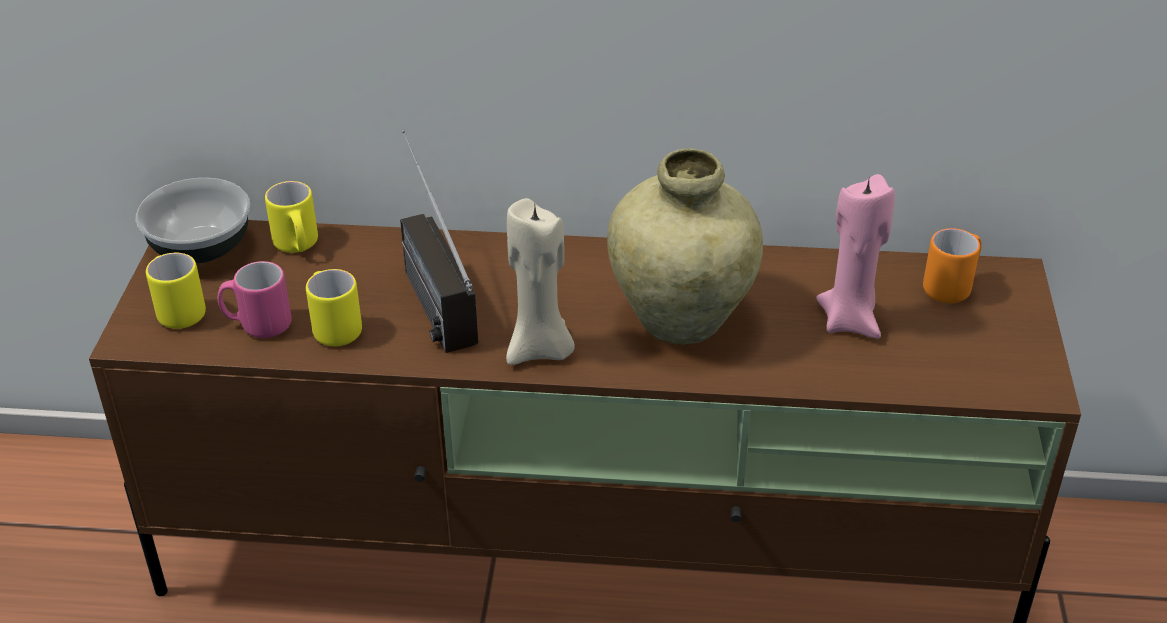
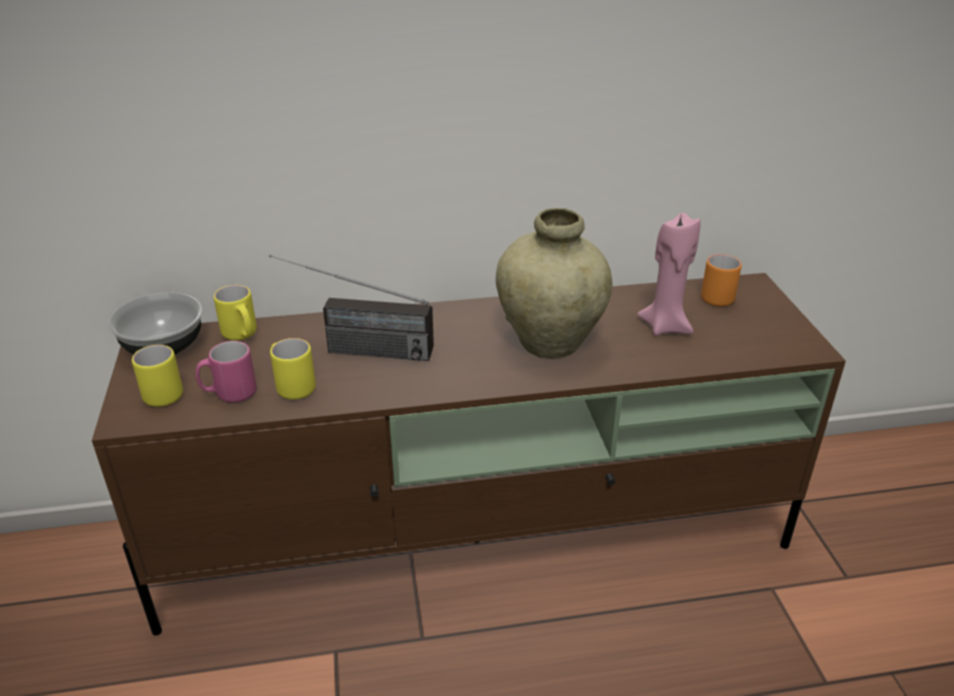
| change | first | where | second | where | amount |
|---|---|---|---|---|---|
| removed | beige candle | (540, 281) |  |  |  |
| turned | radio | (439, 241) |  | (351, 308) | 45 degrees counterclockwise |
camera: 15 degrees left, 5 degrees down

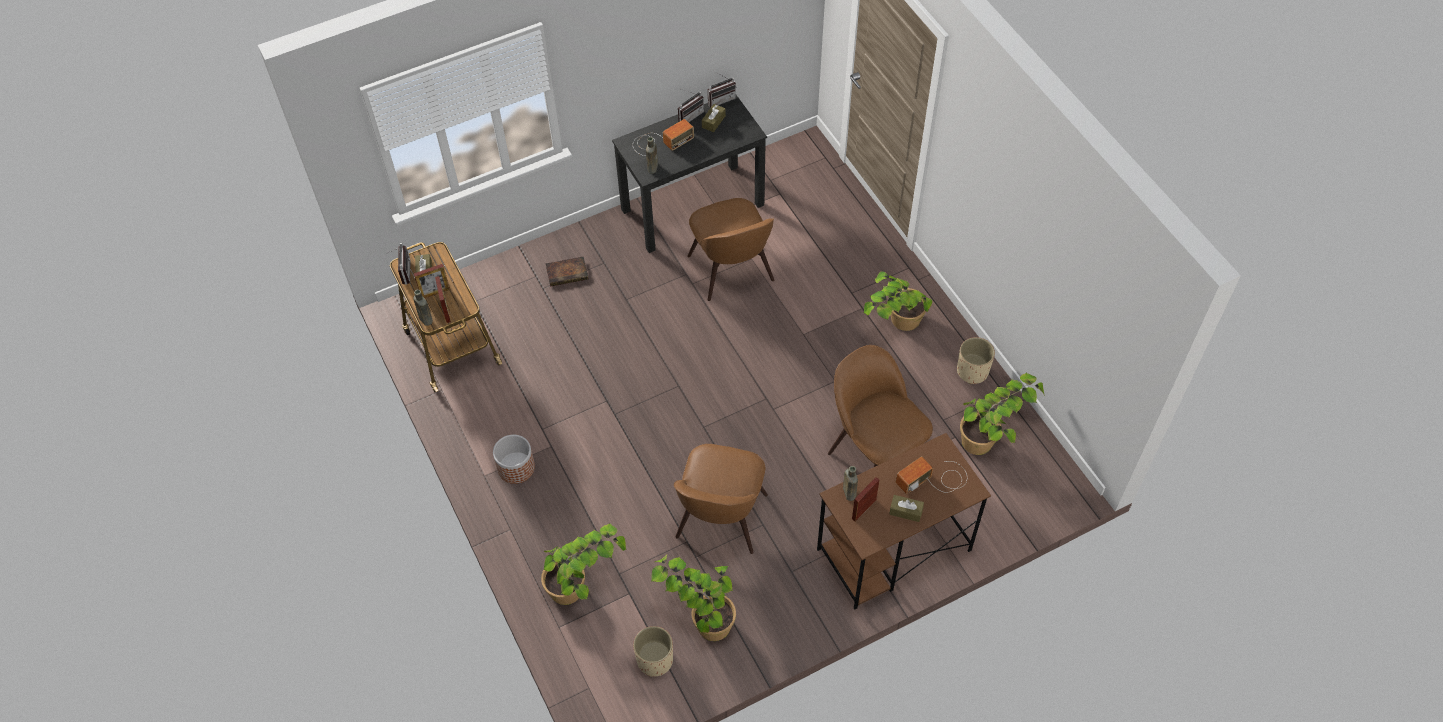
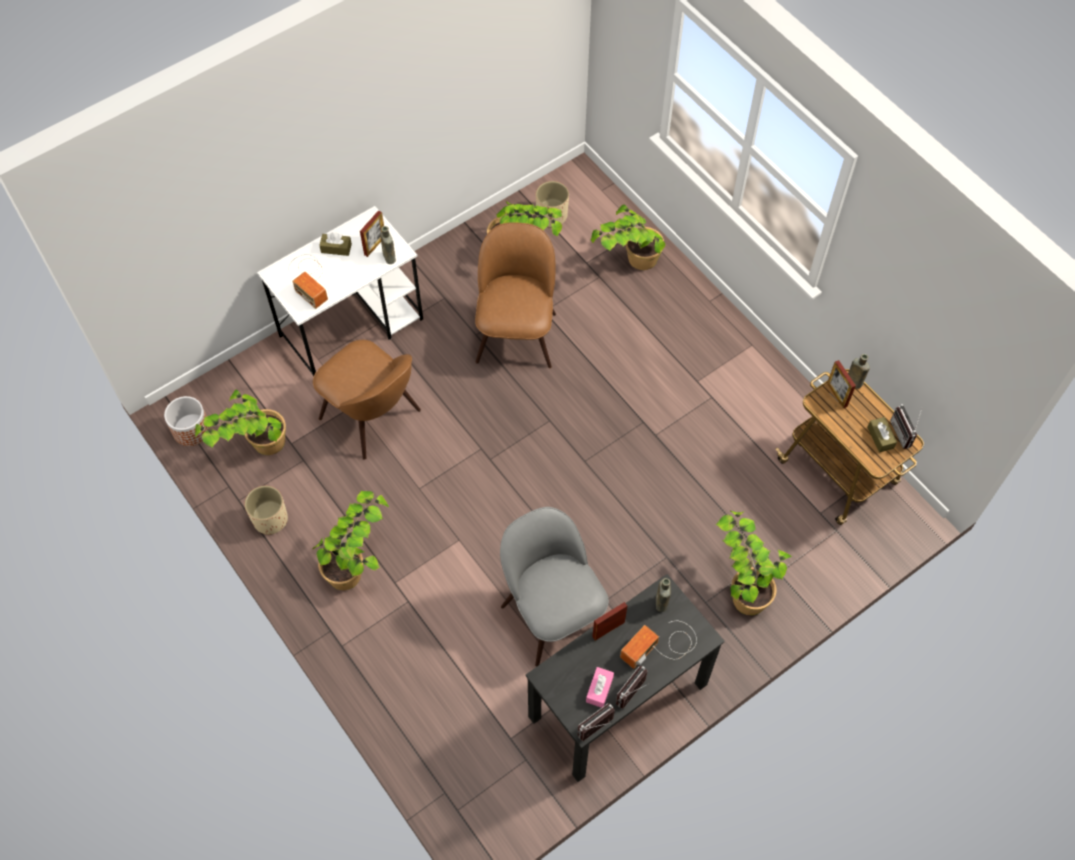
| change | first | where | second | where | amount |
|---|---|---|---|---|---|
| moved | picture frame | (432, 281) |  | (609, 621) |  |
| moved | planter | (514, 459) |  | (187, 421) |  |
| replaced | book | (567, 271) | potted plant | (754, 563) |  |
| recoloured | brown chair | (730, 249) | grey chair | (554, 587) |  |
| recoloured | brown tissue box | (714, 118) | pink tissue box | (600, 687) |  |
| recoloured | brown desk | (904, 521) | white desk | (340, 291) |  |
| turned | radio | (931, 475) |  | (308, 281) | 90 degrees clockwise |
camera: 170 degrees right, 5 degrees up

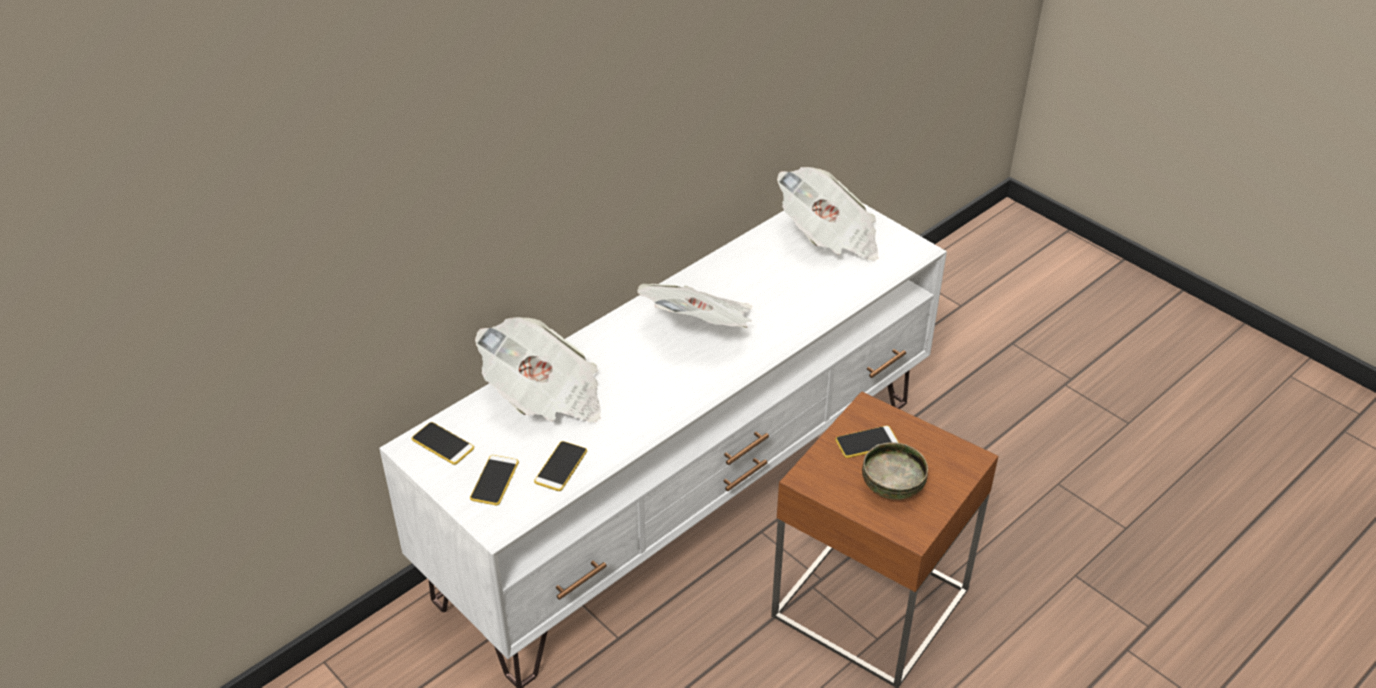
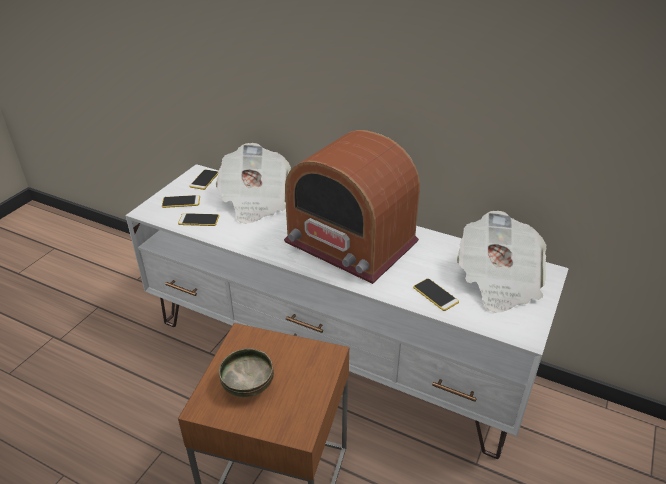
| change | first | where | second | where | amount |
|---|---|---|---|---|---|
| moved | phone | (867, 441) |  | (436, 294) |  |
| replaced | newspaper | (694, 306) | radio | (352, 207) |  |
camera: 70 degrees right, 5 degrees down

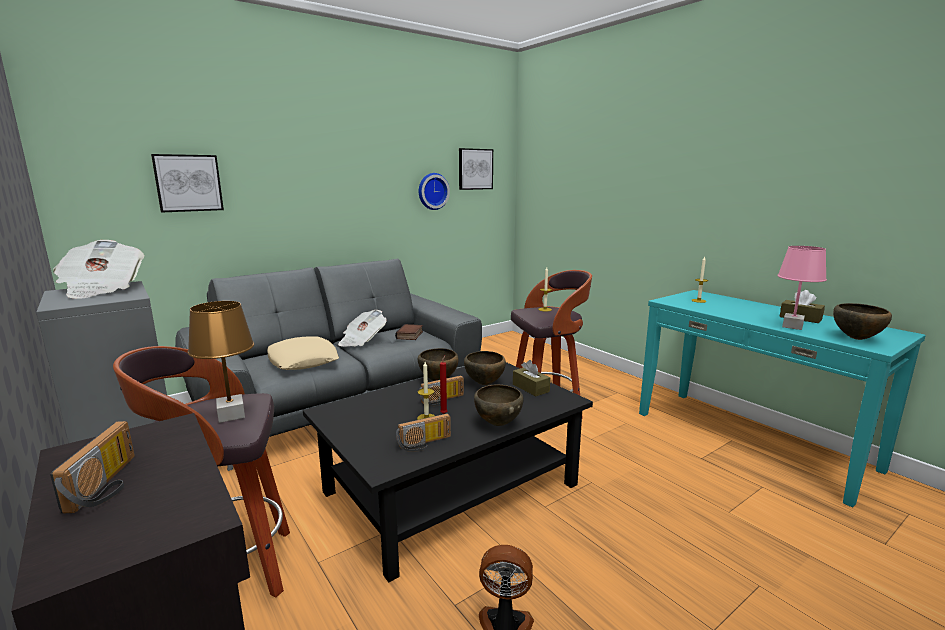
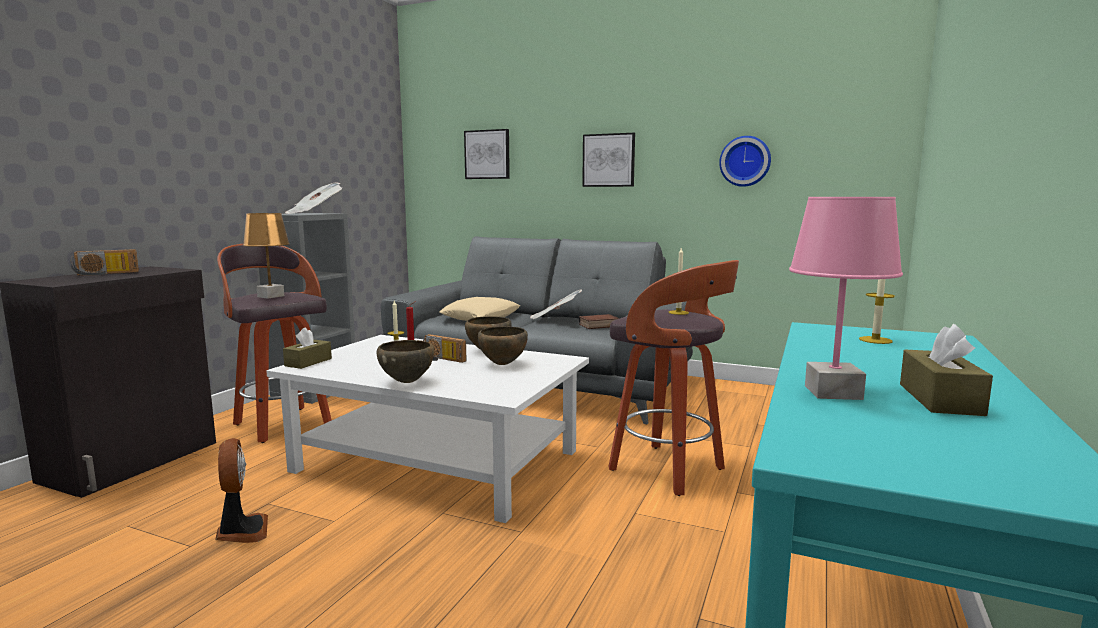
| change | first | where | second | where | amount |
|---|---|---|---|---|---|
| removed | radio | (423, 432) |  |  |  |
| removed | brown bowl | (862, 321) |  |  |  |
| moved | picture | (476, 169) |  | (608, 160) |  |
| moved | brown tissue box | (531, 378) |  | (307, 348) |  |
| recoloured | black coffee table | (448, 472) | white coffee table | (427, 429) |  |
camera: 60 degrees right, 5 degrees down

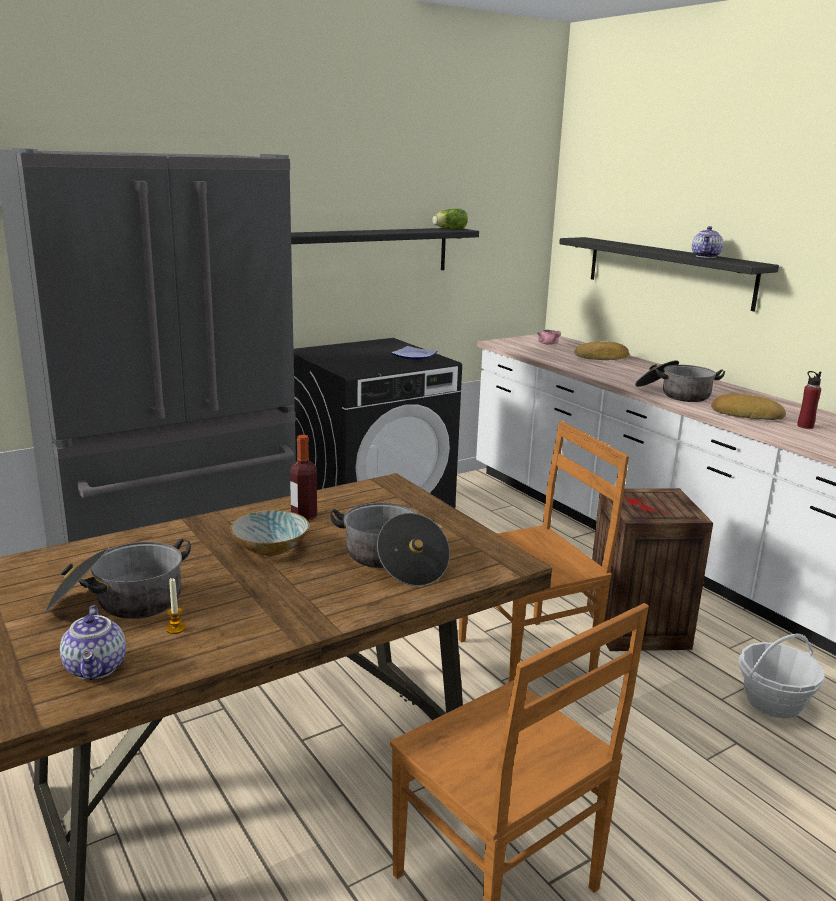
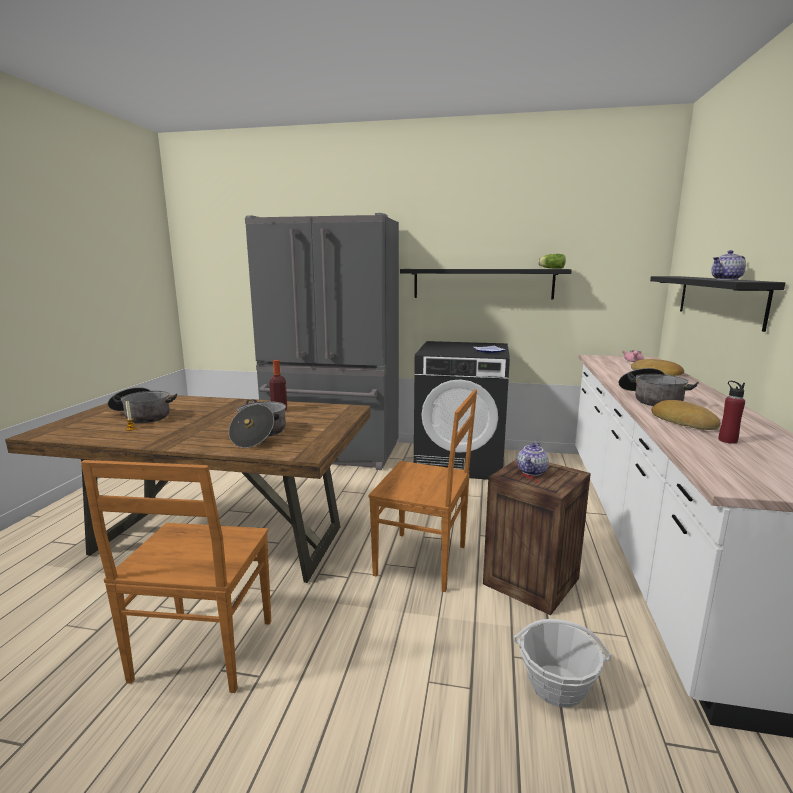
| change | first | where | second | where | amount |
|---|---|---|---|---|---|
| removed | bowl | (270, 533) |  |  |  |
| moved | teapot | (93, 642) |  | (533, 459) |  |
camera: 45 degrees right, 5 degrees down

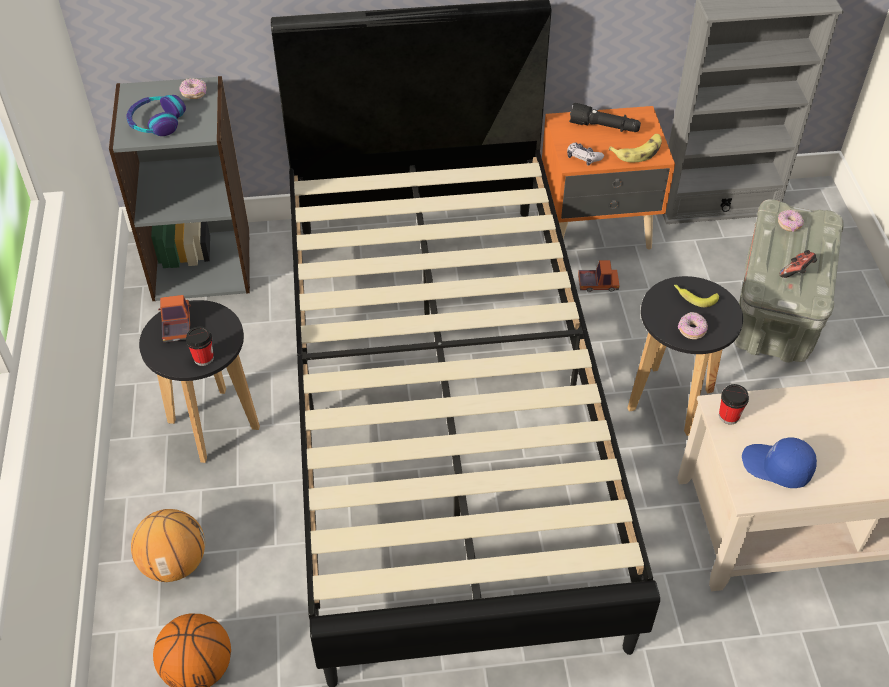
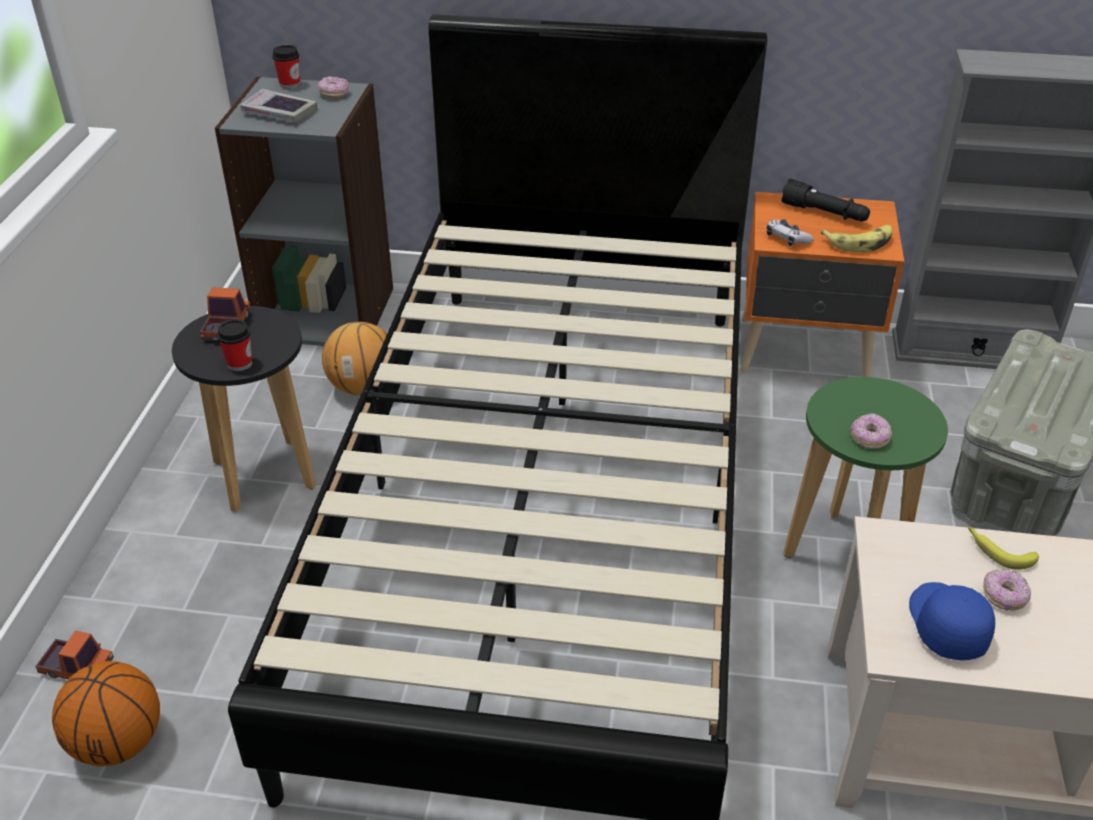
| change | first | where | second | where | amount |
|---|---|---|---|---|---|
| removed | game controller | (798, 264) |  |  |  |
| moved | basketball | (168, 545) |  | (354, 358) |  |
| moved | toy truck | (599, 276) |  | (74, 654) |  |
| moved | banana | (696, 296) |  | (1003, 548) |  |
| moved | cup | (734, 404) |  | (286, 67) |  |
| moved | donut | (791, 221) |  | (1007, 589) |  |
| replaced | headphones | (156, 115) | book | (278, 106) |  |
| recoloured | black stool | (685, 356) | green stool | (865, 467) |  |
| turned | blue cap | (779, 463) |  | (952, 621) | 45 degrees clockwise |
camera: 15 degrees right, 10 degrees down

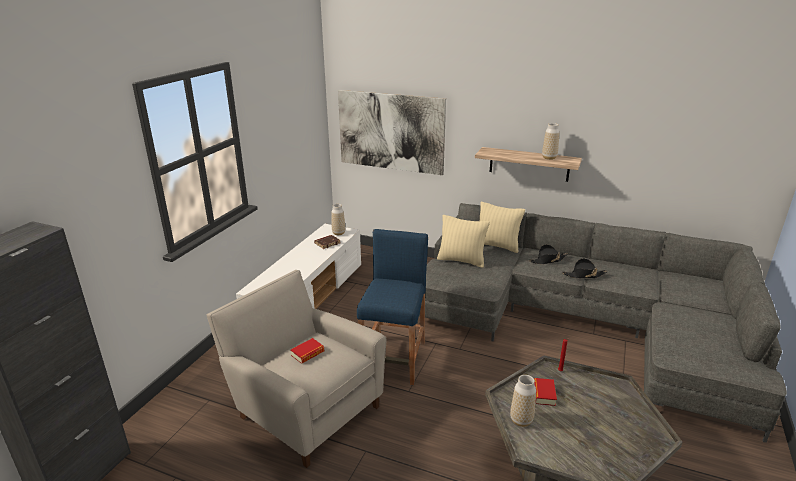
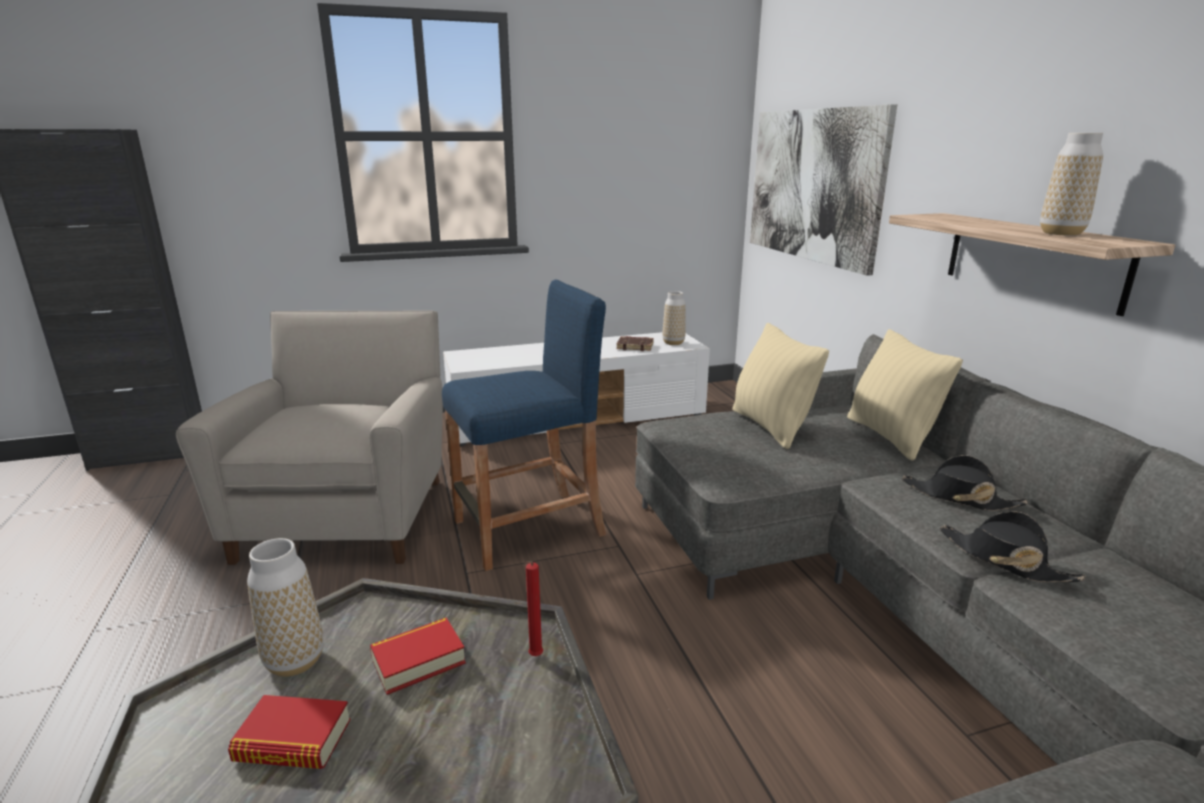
| change | first | where | second | where | amount |
|---|---|---|---|---|---|
| moved | book | (307, 351) |  | (289, 732) |  |
camera: 50 degrees right, 5 degrees down

